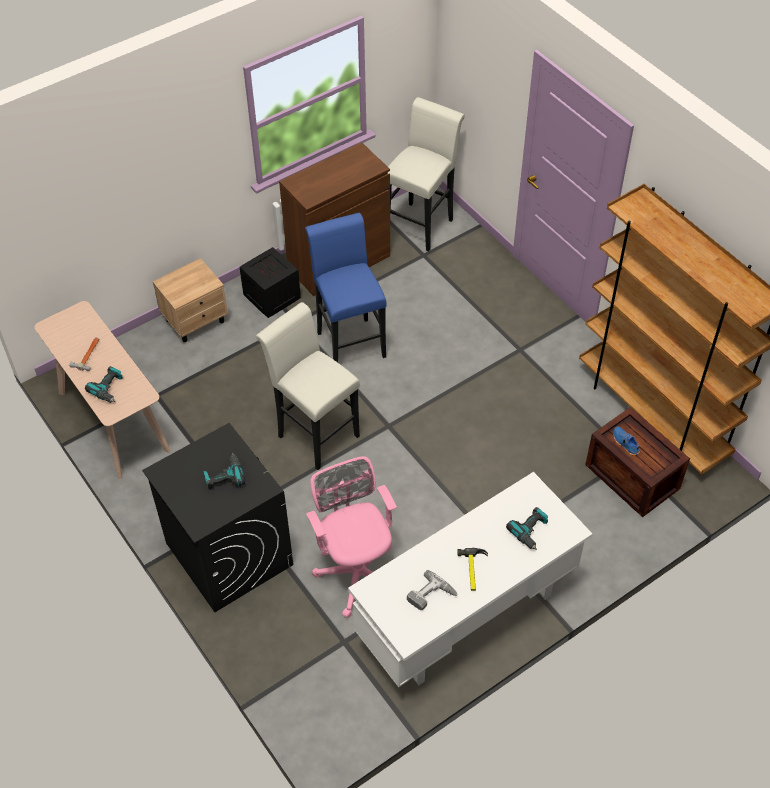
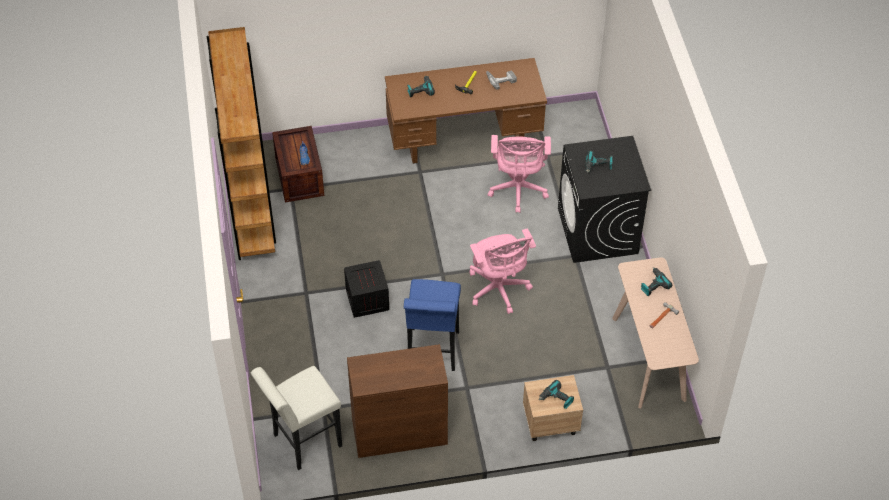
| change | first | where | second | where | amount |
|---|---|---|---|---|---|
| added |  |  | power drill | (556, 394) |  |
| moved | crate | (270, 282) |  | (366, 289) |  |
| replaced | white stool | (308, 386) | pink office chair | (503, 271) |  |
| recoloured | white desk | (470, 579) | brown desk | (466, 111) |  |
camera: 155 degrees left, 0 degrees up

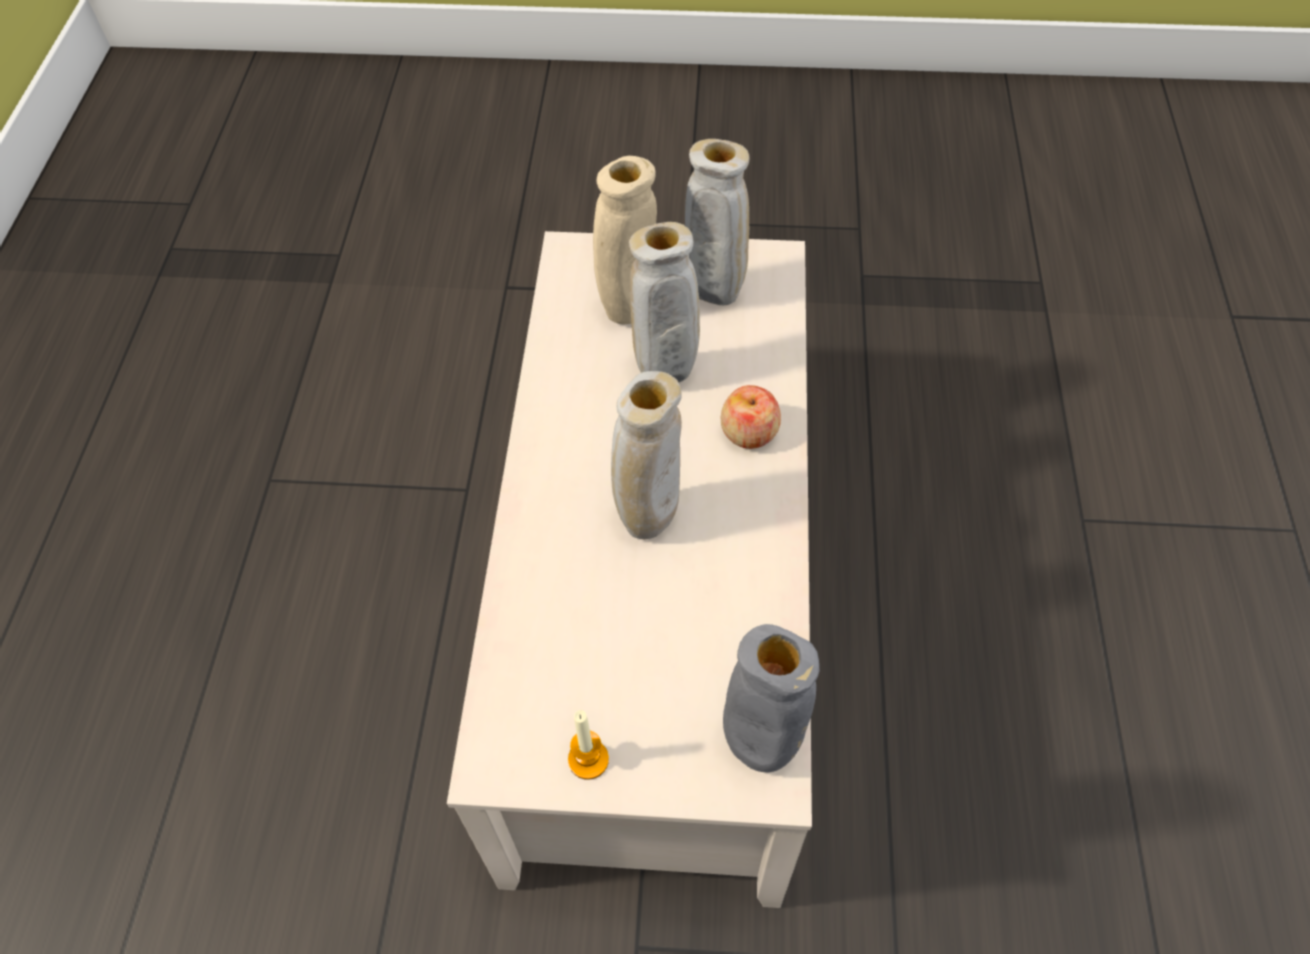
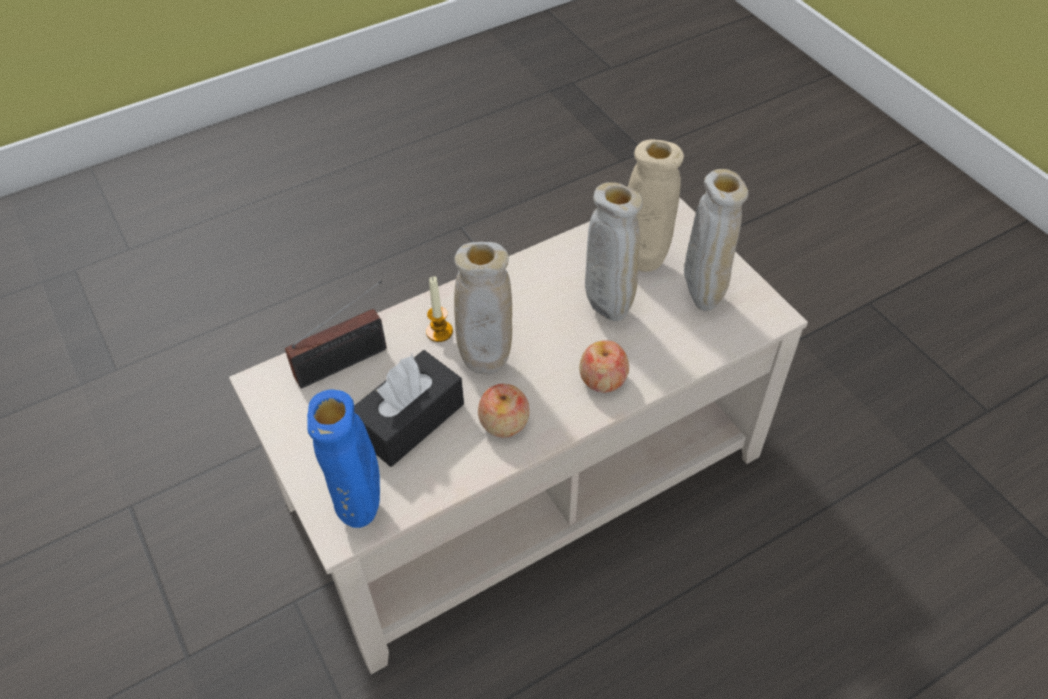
| change | first | where | second | where | amount |
|---|---|---|---|---|---|
| added |  |  | radio | (336, 334) |  |
| added |  |  | black tissue box | (409, 408) |  |
| added |  |  | apple | (503, 410) |  |
| moved | candle | (588, 745) |  | (439, 309) |  |
| recoloured | grey vase | (771, 698) | blue vase | (343, 459) |  |
camera: 55 degrees right, 5 degrees down

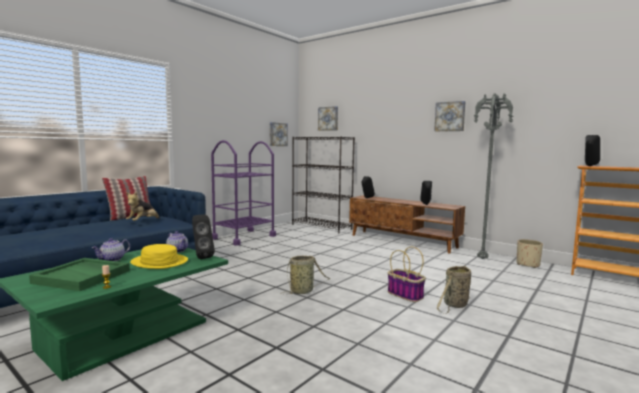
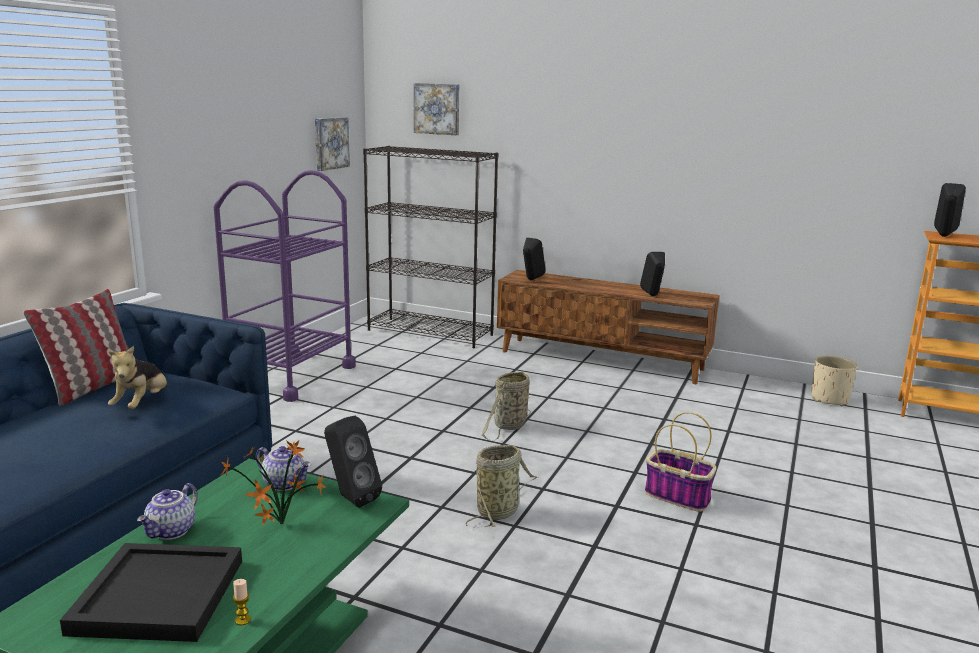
| change | first | where | second | where | amount |
|---|---|---|---|---|---|
| removed | picture | (450, 116) |  |  |  |
| removed | grey floor lamp | (493, 176) |  |  |  |
| moved | basket | (454, 290) |  | (506, 405) |  |
| replaced | yellow hat | (159, 256) | potted plant | (273, 483) |  |
| recoloured | green tray | (79, 274) | black tray | (151, 592) |  |
camera: 15 degrees left, 10 degrees up

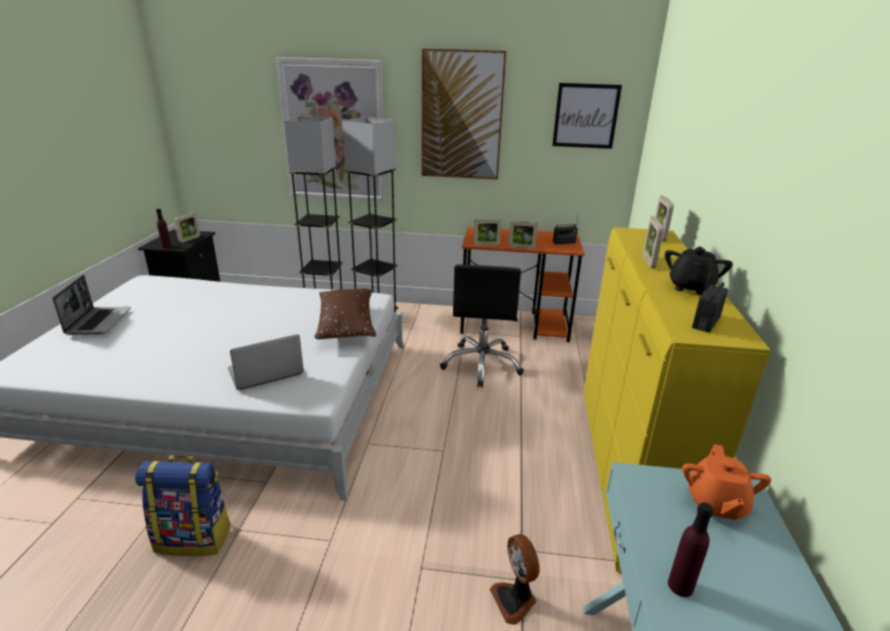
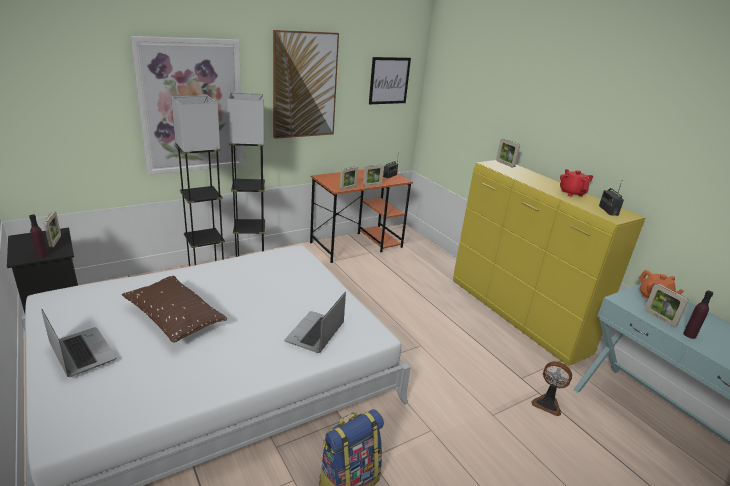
| change | first | where | second | where | amount |
|---|---|---|---|---|---|
| removed | black office chair | (482, 326) |  |  |  |
| moved | brown pillow | (345, 313) |  | (174, 309) |  |
| moved | picture frame | (653, 242) |  | (666, 305) |  |
| recoloured | black teapot | (699, 271) | red teapot | (576, 183) |  |
camera: 40 degrees left, 0 degrees up

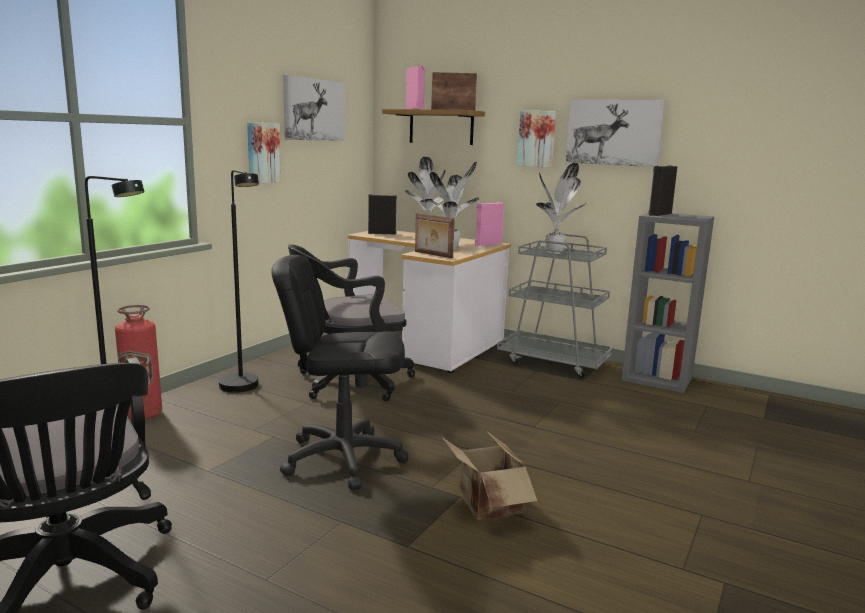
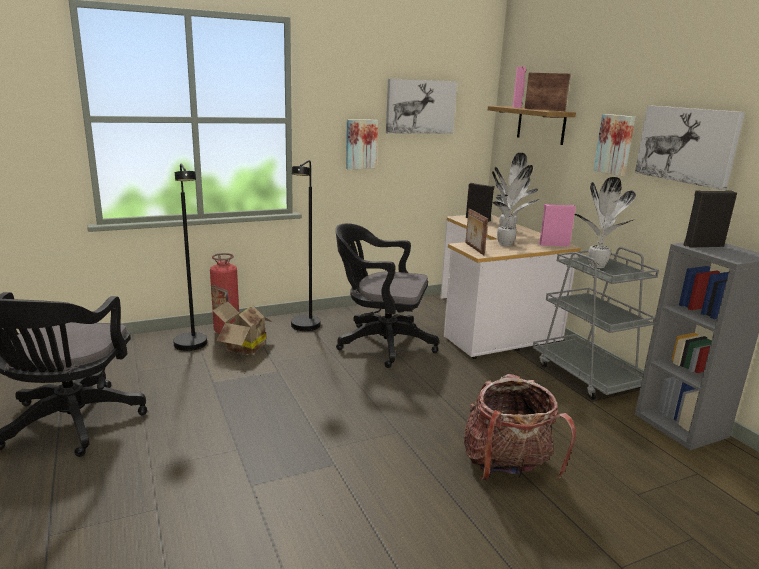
| change | first | where | second | where | amount |
|---|---|---|---|---|---|
| removed | black office chair | (340, 372) |  |  |  |
| added |  |  | backpack | (520, 427) |  |
| moved | cardboard box | (489, 476) |  | (242, 328) |  |
camera: 35 degrees right, 5 degrees up

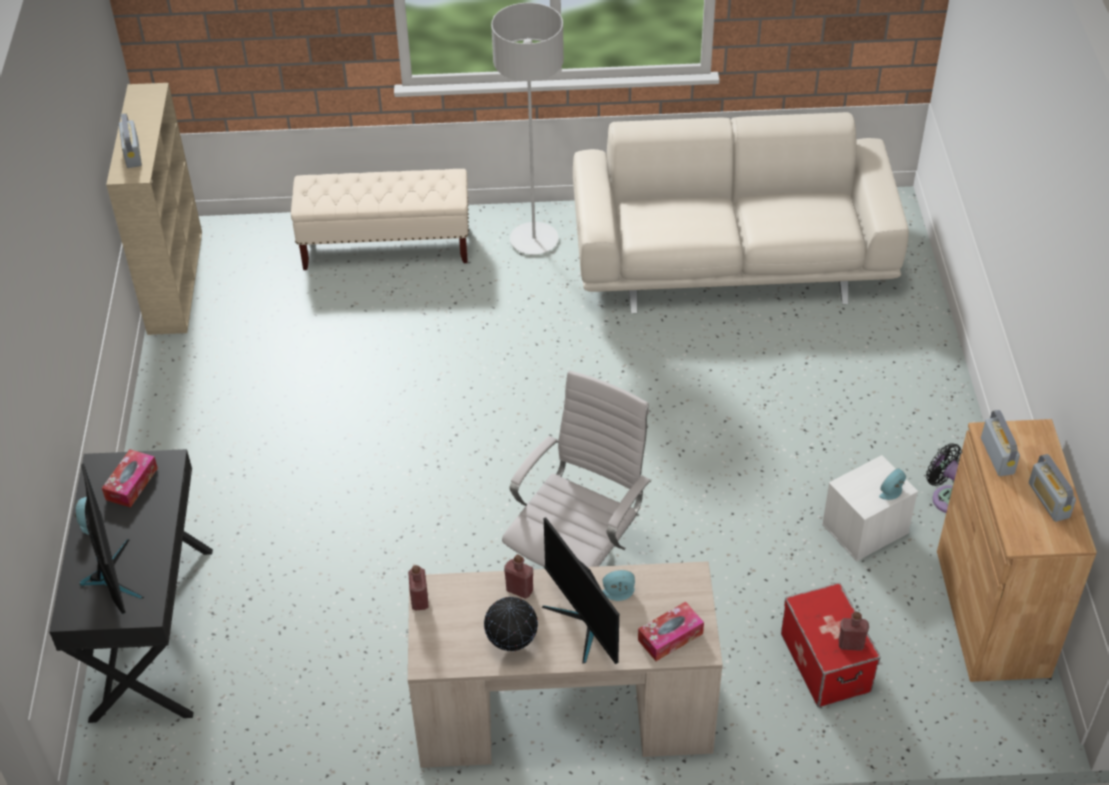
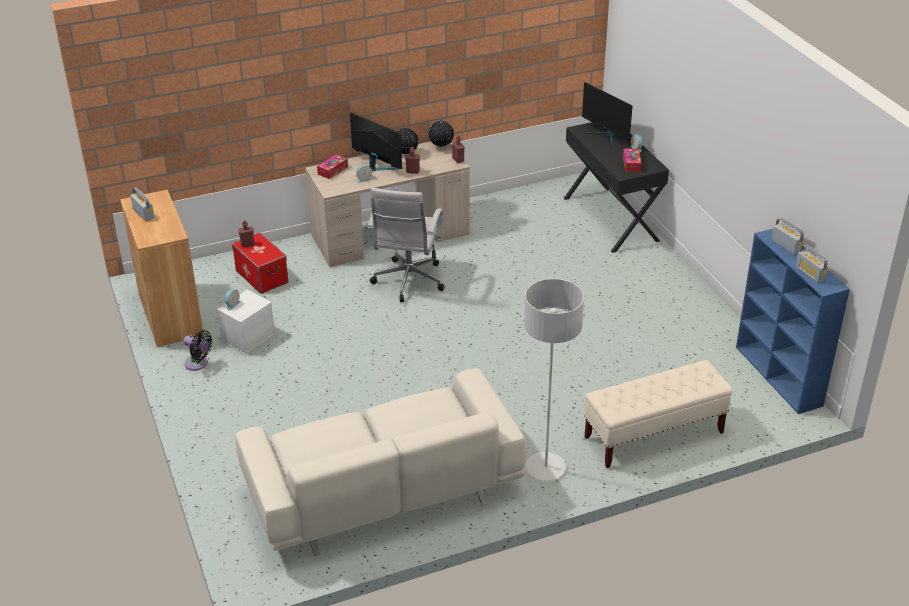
| change | first | where | second | where | amount |
|---|---|---|---|---|---|
| added |  |  | globe | (441, 133) |  |
| moved | radio | (1000, 443) |  | (812, 263) |  |
| recoloured | beige bookcase | (154, 209) | blue bookcase | (793, 321) |  |
camera: 160 degrees right, 10 degrees down

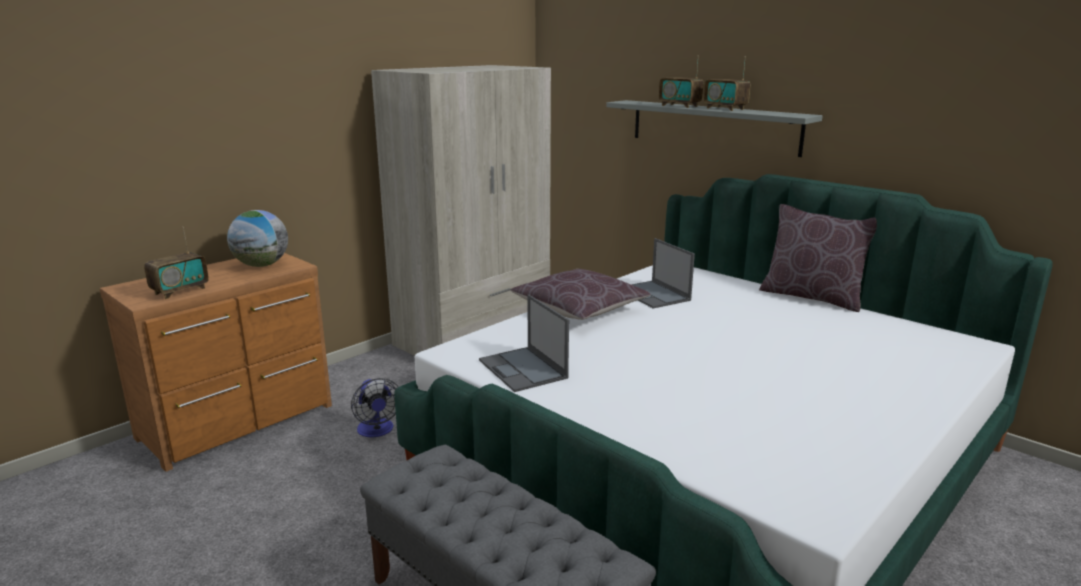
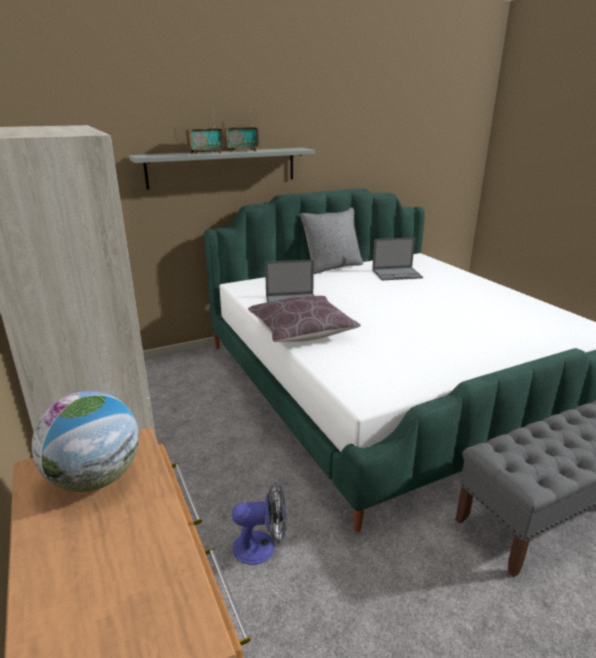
| change | first | where | second | where | amount |
|---|---|---|---|---|---|
| removed | radio | (176, 262) |  |  |  |
| moved | laptop | (524, 343) |  | (397, 258) |  |
| recoloured | brown pillow | (818, 258) | grey pillow | (331, 240) |  |
camera: 70 degrees left, 5 degrees up

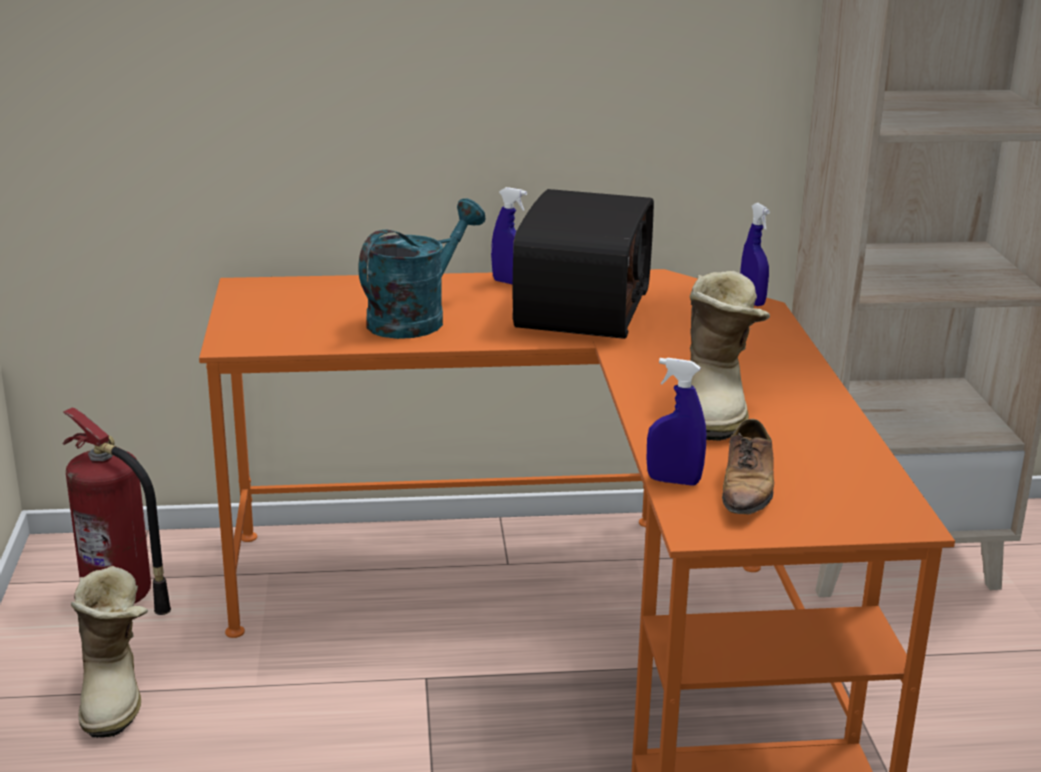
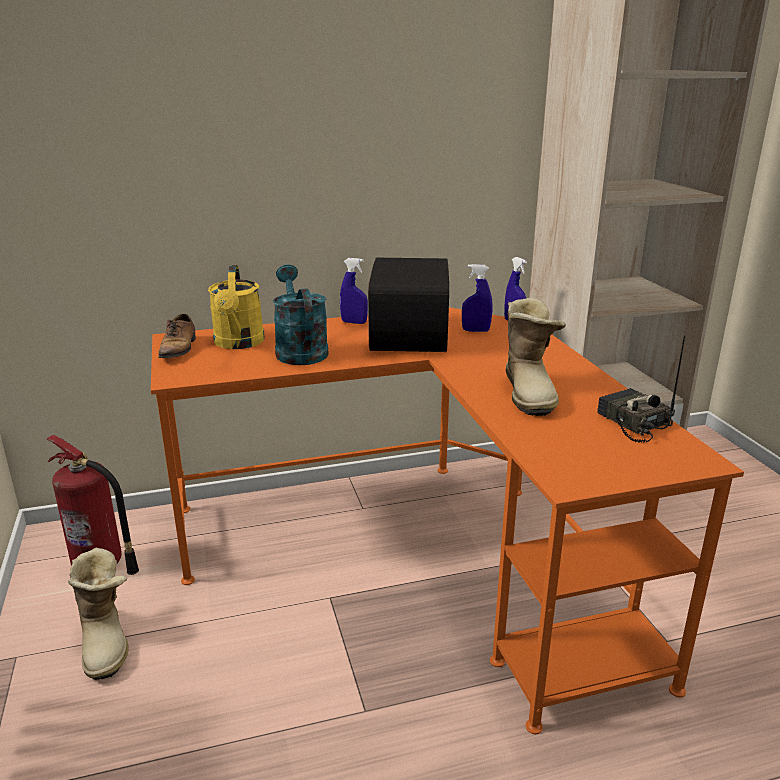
| change | first | where | second | where | amount |
|---|---|---|---|---|---|
| added |  |  | yellow watering can | (236, 307) |  |
| added |  |  | radio | (641, 389) |  |
| moved | blue spray bottle | (676, 421) |  | (477, 298) |  |
| moved | shoe | (748, 471) |  | (177, 339) |  |
| turned | turquoise watering can | (422, 268) |  | (301, 315) | 45 degrees counterclockwise |
camera: 10 degrees left, 0 degrees up

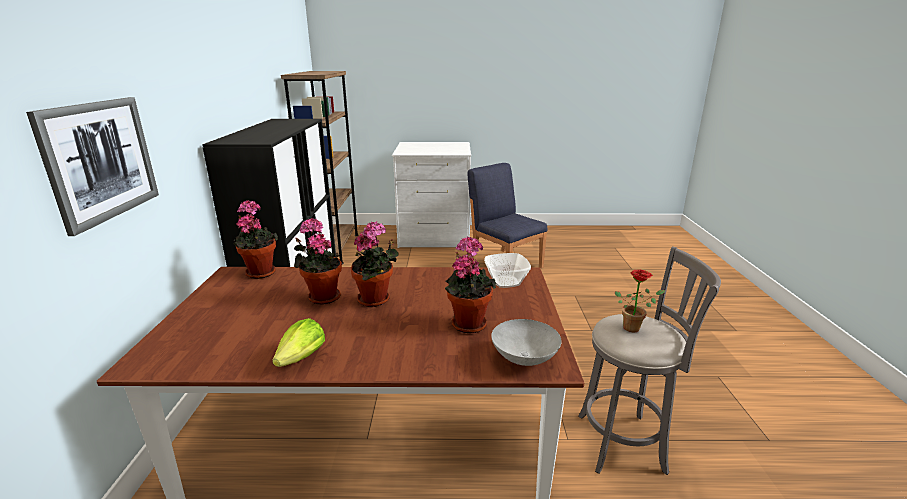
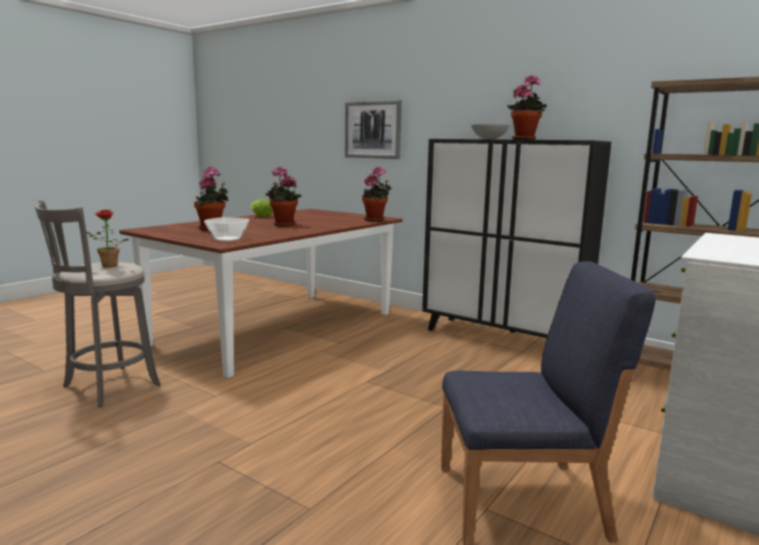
| change | first | where | second | where | amount |
|---|---|---|---|---|---|
| moved | potted plant | (318, 261) |  | (527, 107) |  |
| moved | grey bowl | (526, 342) |  | (490, 131) |  |
camera: 125 degrees right, 10 degrees down

